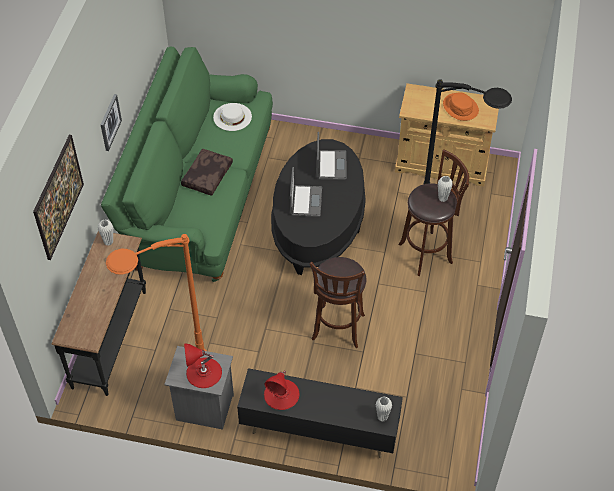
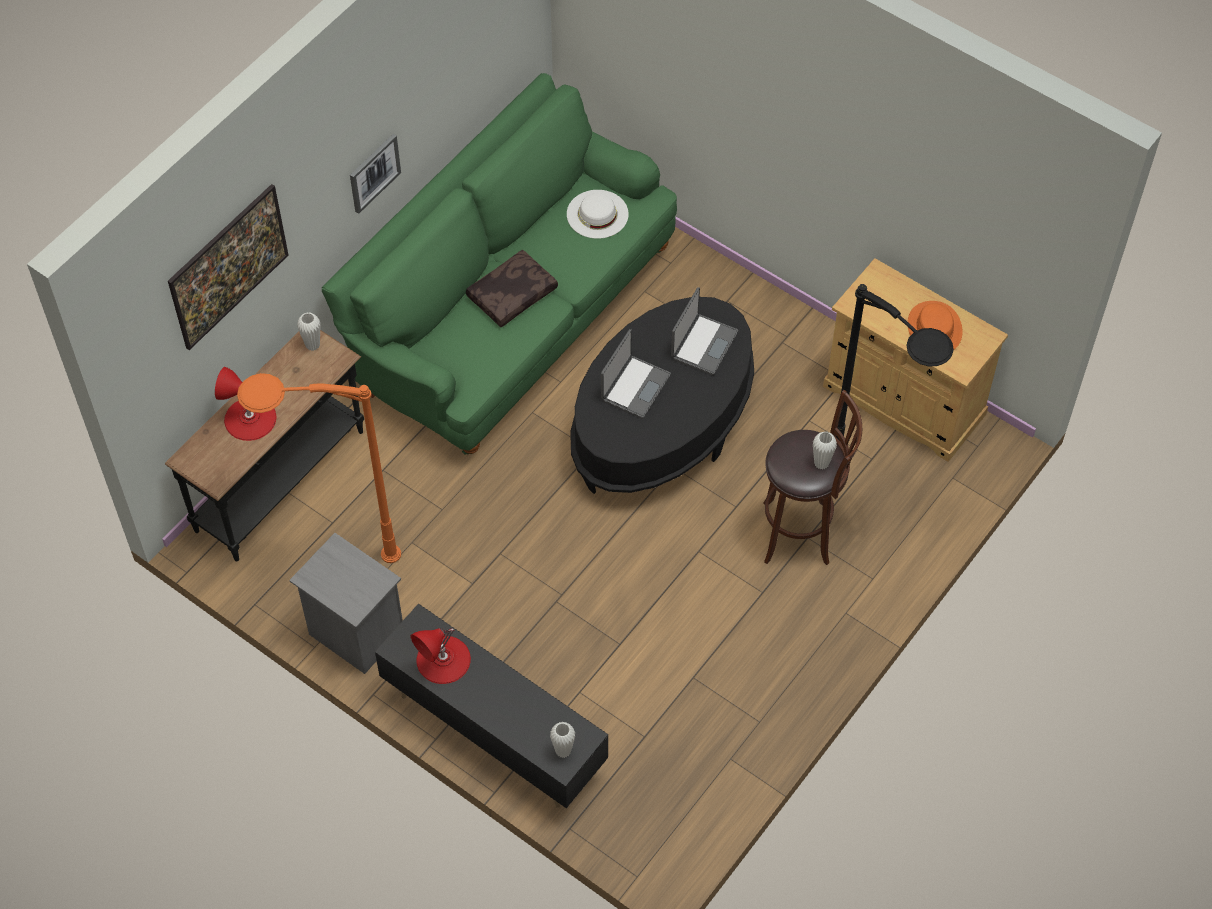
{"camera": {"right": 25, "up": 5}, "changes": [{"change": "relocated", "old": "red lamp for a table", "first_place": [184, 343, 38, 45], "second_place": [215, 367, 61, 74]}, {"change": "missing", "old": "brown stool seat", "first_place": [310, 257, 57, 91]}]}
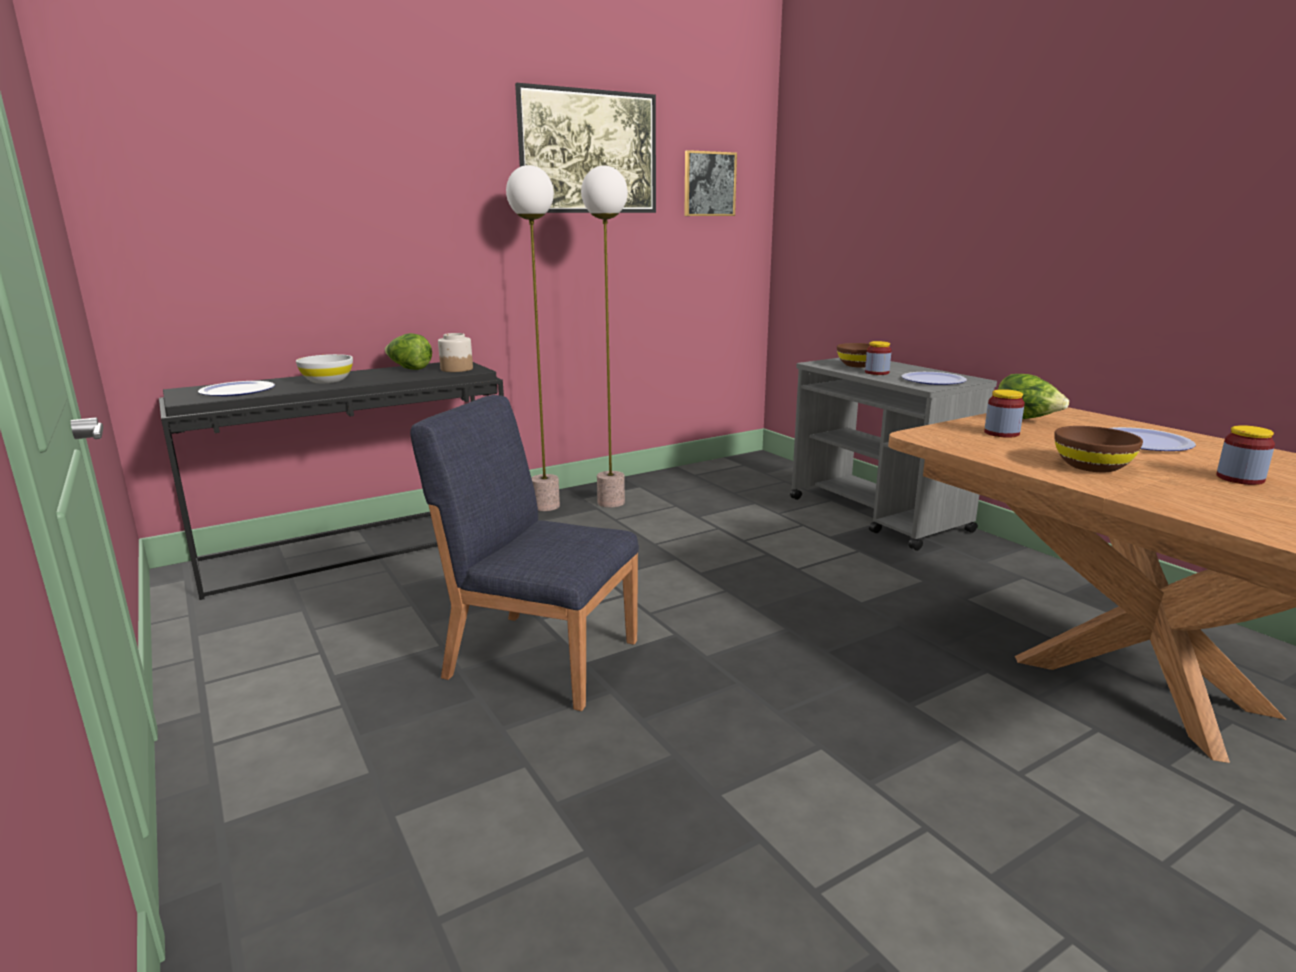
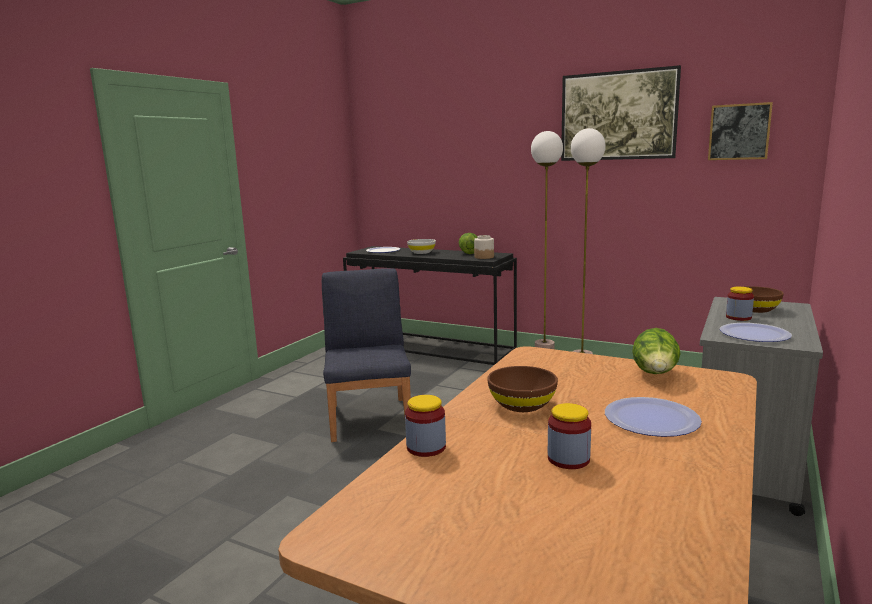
{"camera": {"right": 60, "up": -5}, "changes": [{"change": "relocated", "old": "jar", "first_place": [984, 389, 41, 49], "second_place": [405, 395, 41, 62]}]}
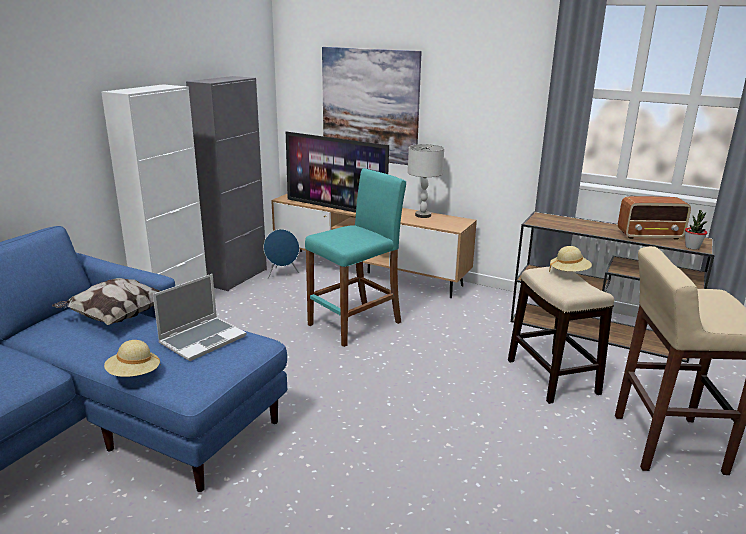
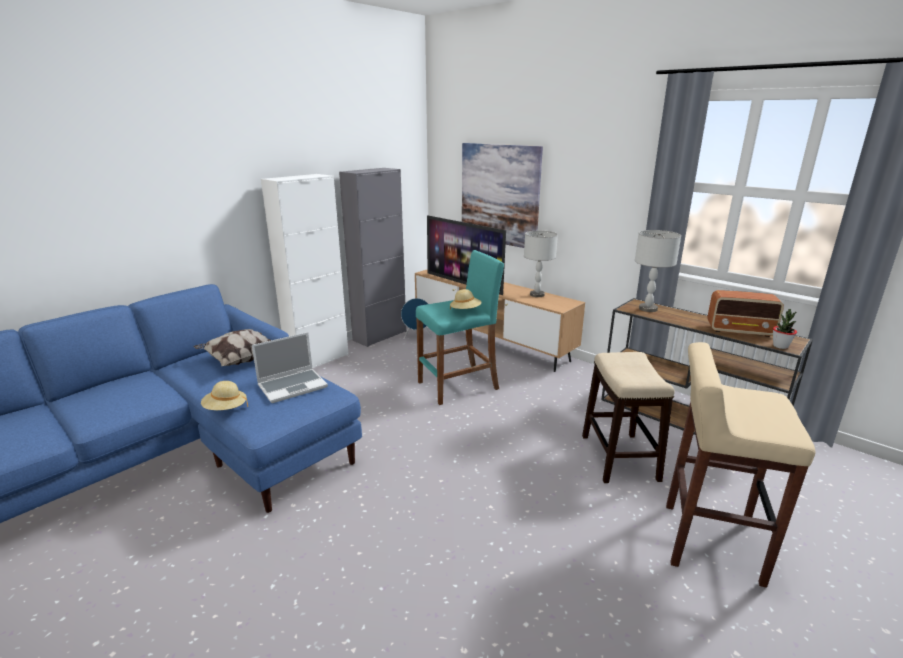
{"camera": {"right": 15, "up": 0}, "changes": [{"change": "relocated", "old": "beige hat", "first_place": [549, 246, 43, 27], "second_place": [450, 289, 32, 21]}, {"change": "appeared", "new": "greyish lamp for a table", "second_place": [635, 230, 46, 82]}]}
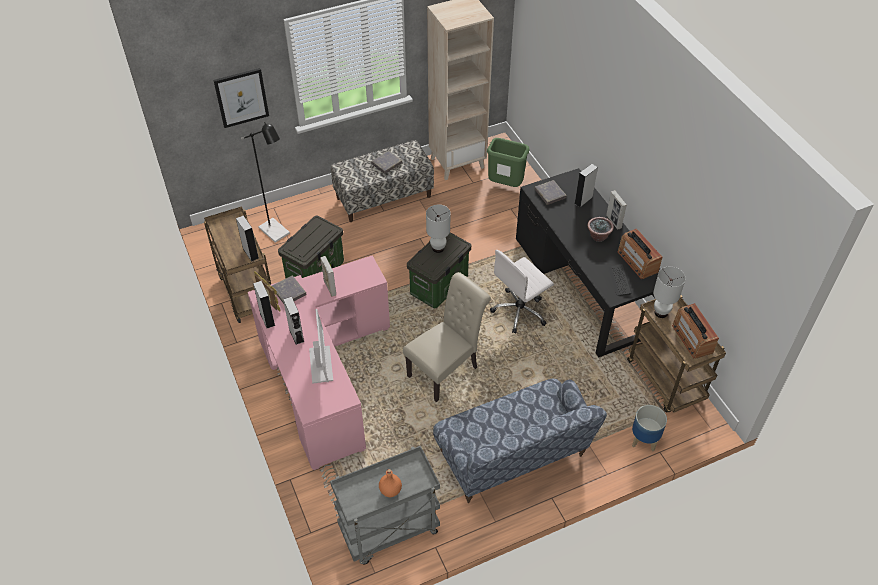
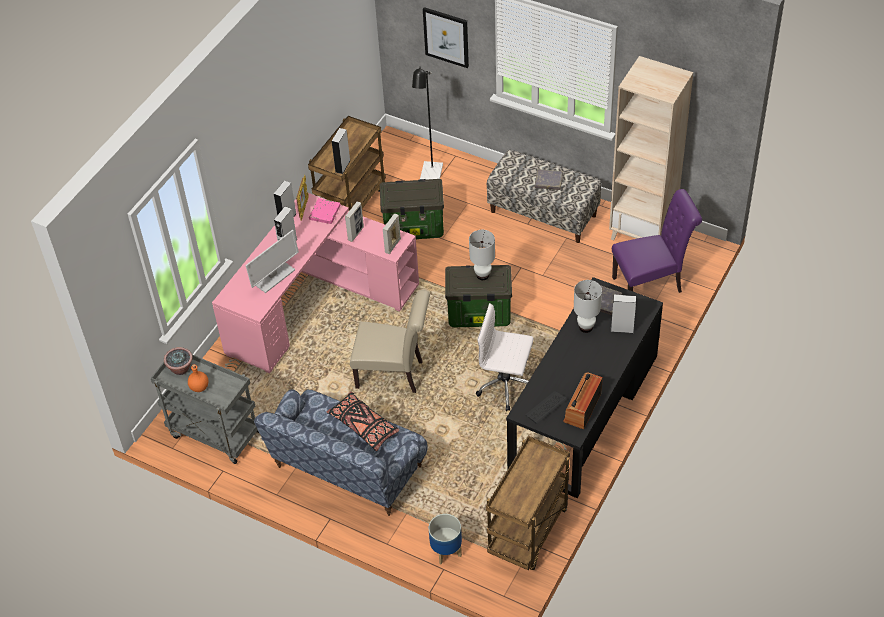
{"camera": {"right": 55, "up": 0}, "changes": [{"change": "colour", "old": "greyish bound book", "new": "pink bound book", "first_place": [272, 276, 34, 28], "second_place": [309, 198, 31, 26]}, {"change": "exchanged", "old": "green-coloured trash can", "new": "purple-coloured chair", "first_place": [487, 138, 43, 49], "second_place": [612, 189, 90, 104]}, {"change": "relocated", "old": "plant in a pot", "first_place": [588, 217, 26, 25], "second_place": [164, 347, 29, 28]}, {"change": "relocated", "old": "standing frame", "first_place": [606, 190, 21, 40], "second_place": [383, 214, 18, 40]}, {"change": "relocated", "old": "whitish lamp for a table", "first_place": [653, 267, 33, 51], "second_place": [574, 280, 28, 53]}, {"change": "missing", "old": "radio", "first_place": [672, 303, 47, 56]}, {"change": "appeared", "new": "blackish cushion", "second_place": [326, 391, 73, 60]}]}
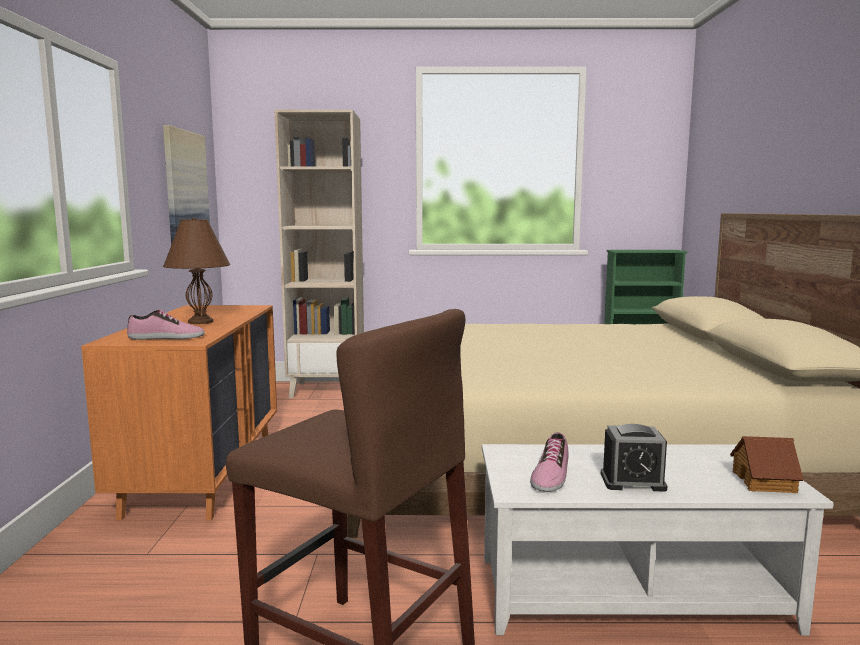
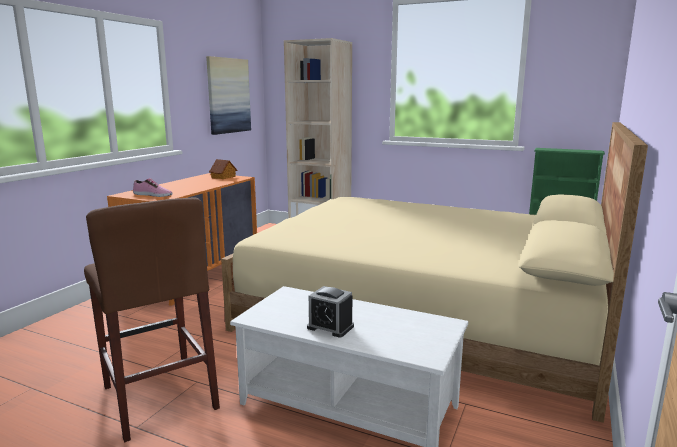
{"camera": {"right": 25, "up": 5}, "changes": [{"change": "missing", "old": "brown lamp for a table", "first_place": [163, 217, 67, 107]}, {"change": "missing", "old": "item of footwear", "first_place": [530, 432, 38, 60]}, {"change": "relocated", "old": "miniature house", "first_place": [730, 436, 74, 57], "second_place": [209, 159, 29, 20]}]}
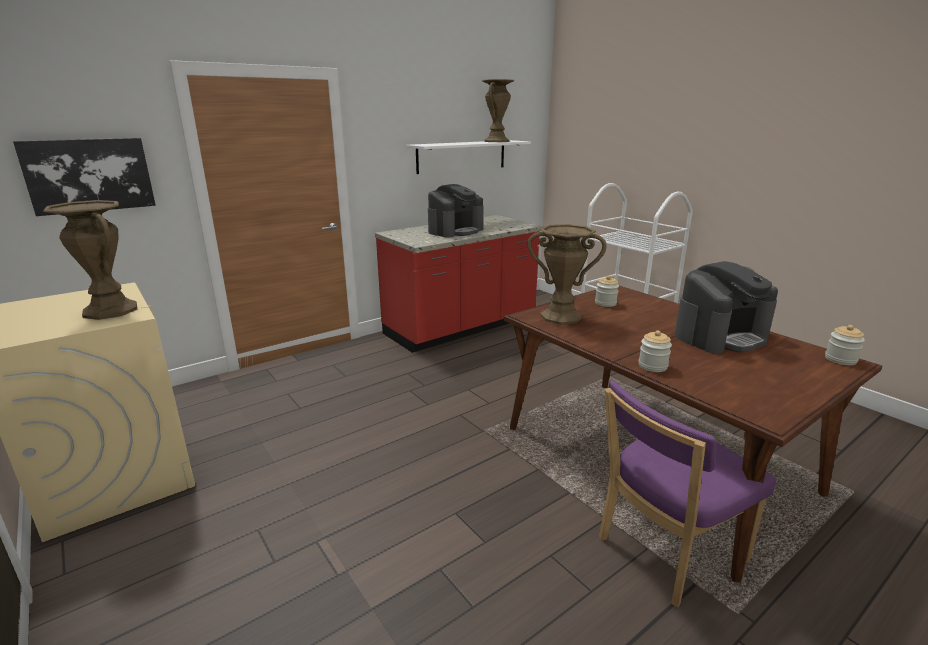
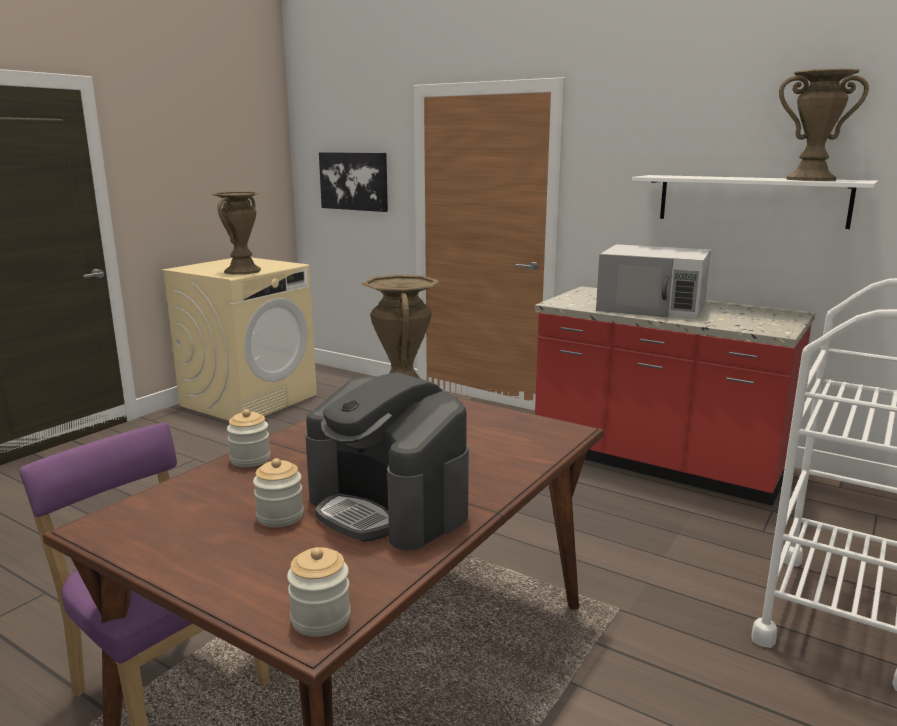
{"camera": {"right": 70, "up": -5}, "changes": [{"change": "exchanged", "old": "coffee maker", "new": "whitish microwave oven", "first_place": [428, 184, 56, 54], "second_place": [596, 244, 115, 75]}, {"change": "relocated", "old": "jar", "first_place": [595, 275, 24, 32], "second_place": [253, 458, 51, 69]}]}
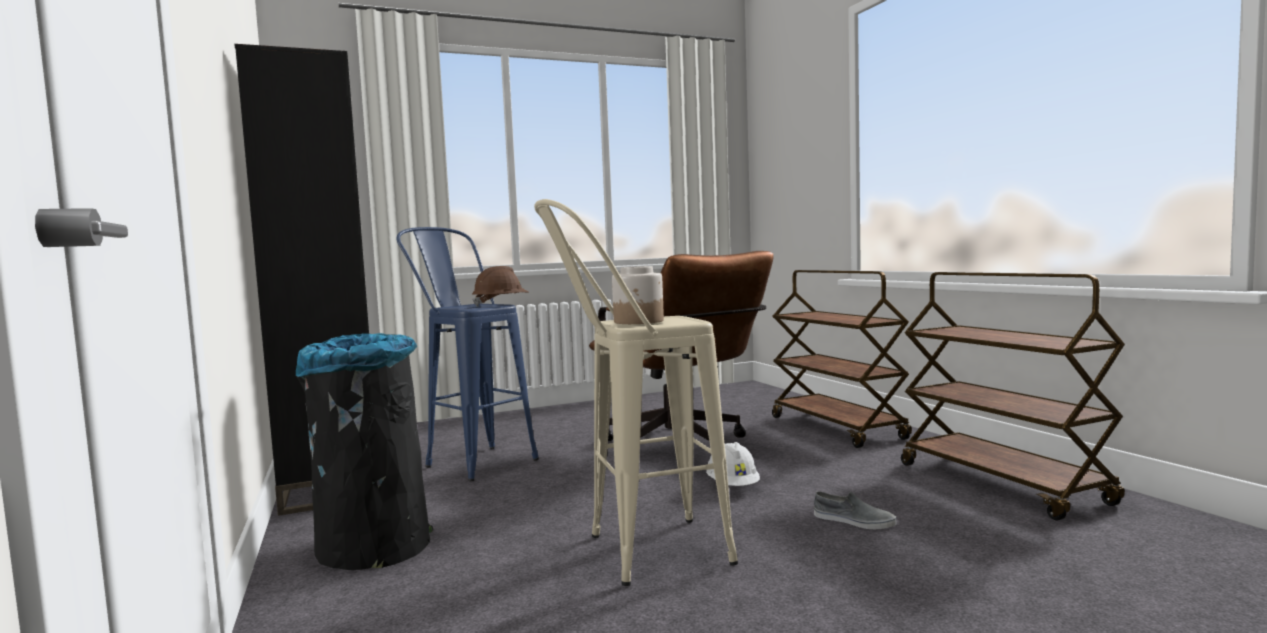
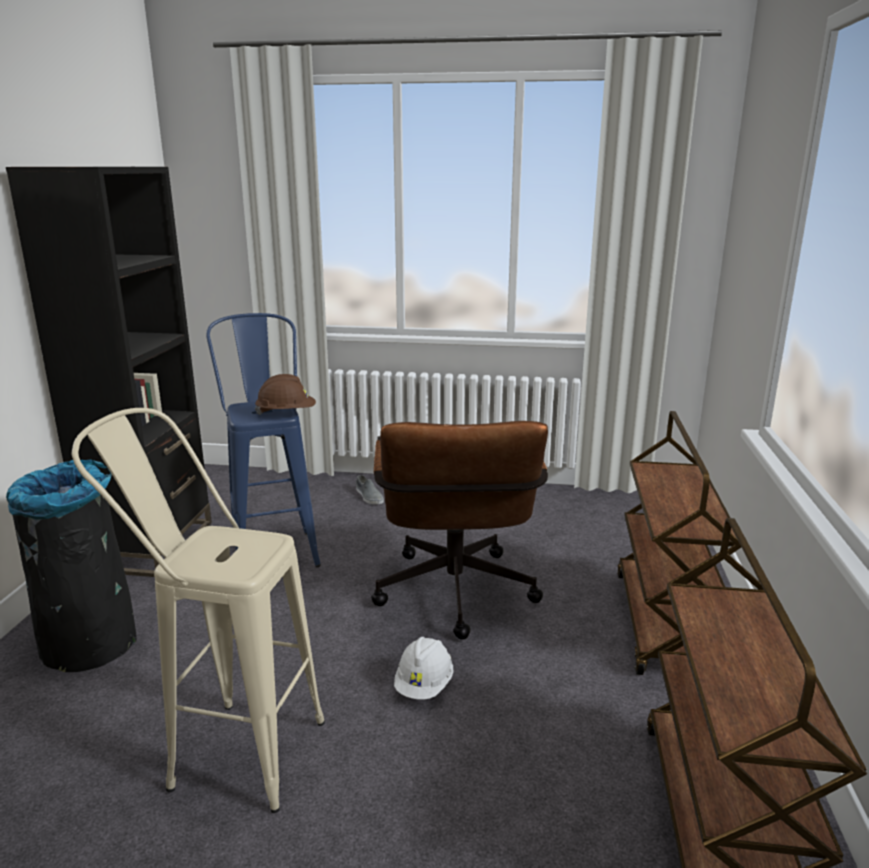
{"camera": {"right": 30, "up": 15}, "changes": [{"change": "missing", "old": "jar", "first_place": [612, 266, 52, 58]}, {"change": "relocated", "old": "greyish item of footwear", "first_place": [814, 491, 82, 38], "second_place": [356, 475, 28, 29]}]}
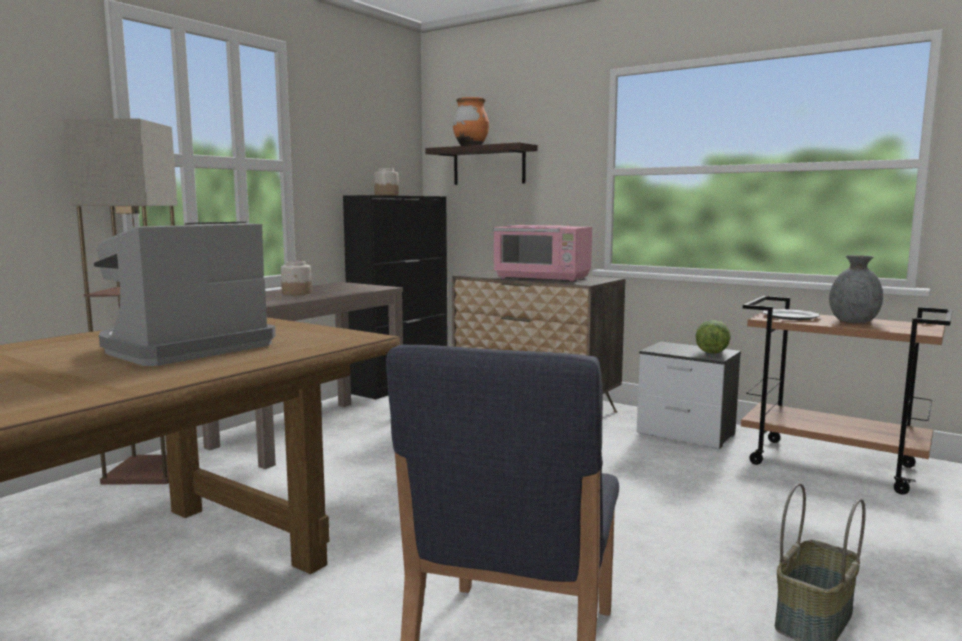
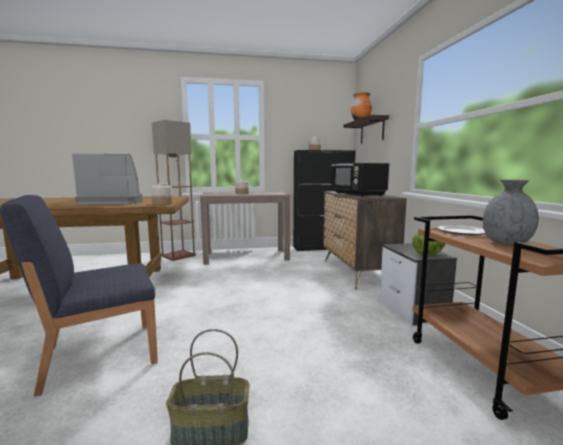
{"camera": {"right": 45, "up": 0}, "changes": [{"change": "colour", "old": "pink microwave oven", "new": "blackish microwave oven", "first_place": [493, 225, 99, 57], "second_place": [331, 163, 58, 34]}, {"change": "appeared", "new": "jar", "second_place": [151, 183, 21, 22]}]}
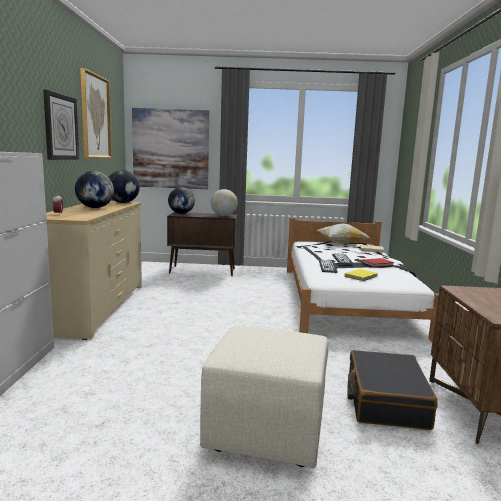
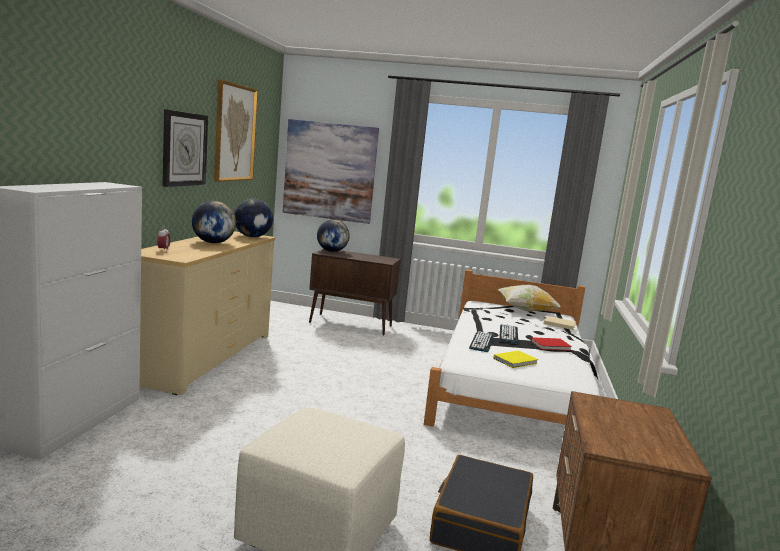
{"camera": {"right": 10, "up": 0}, "changes": [{"change": "missing", "old": "globe", "first_place": [211, 189, 27, 27]}]}
